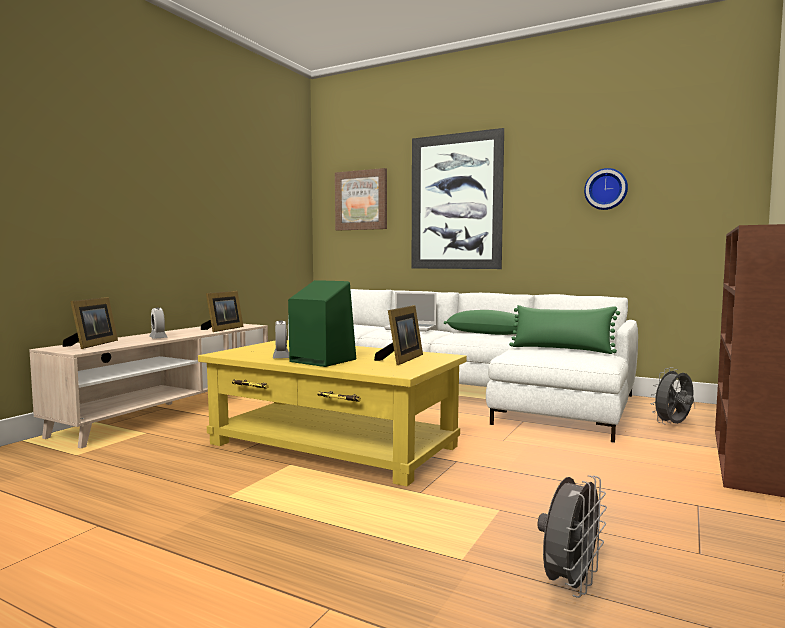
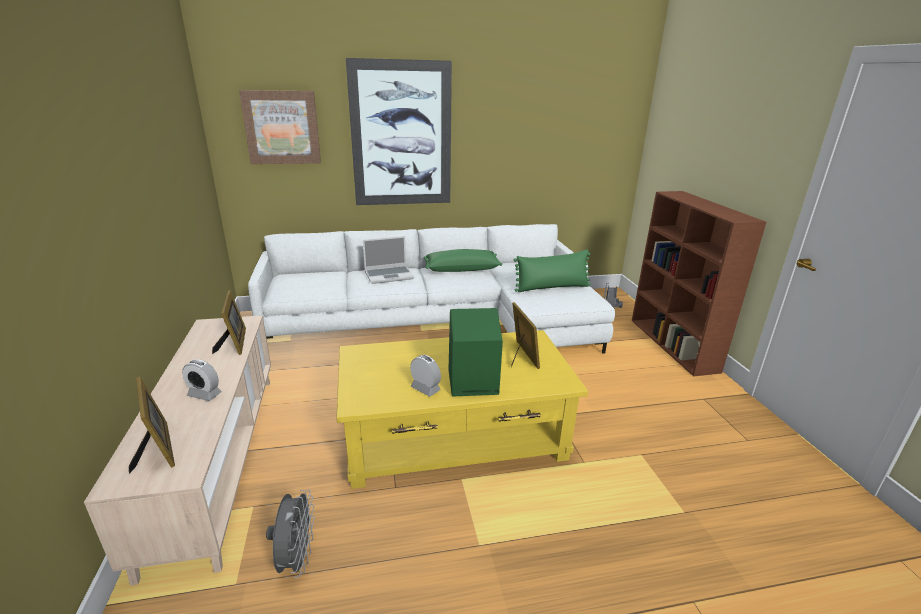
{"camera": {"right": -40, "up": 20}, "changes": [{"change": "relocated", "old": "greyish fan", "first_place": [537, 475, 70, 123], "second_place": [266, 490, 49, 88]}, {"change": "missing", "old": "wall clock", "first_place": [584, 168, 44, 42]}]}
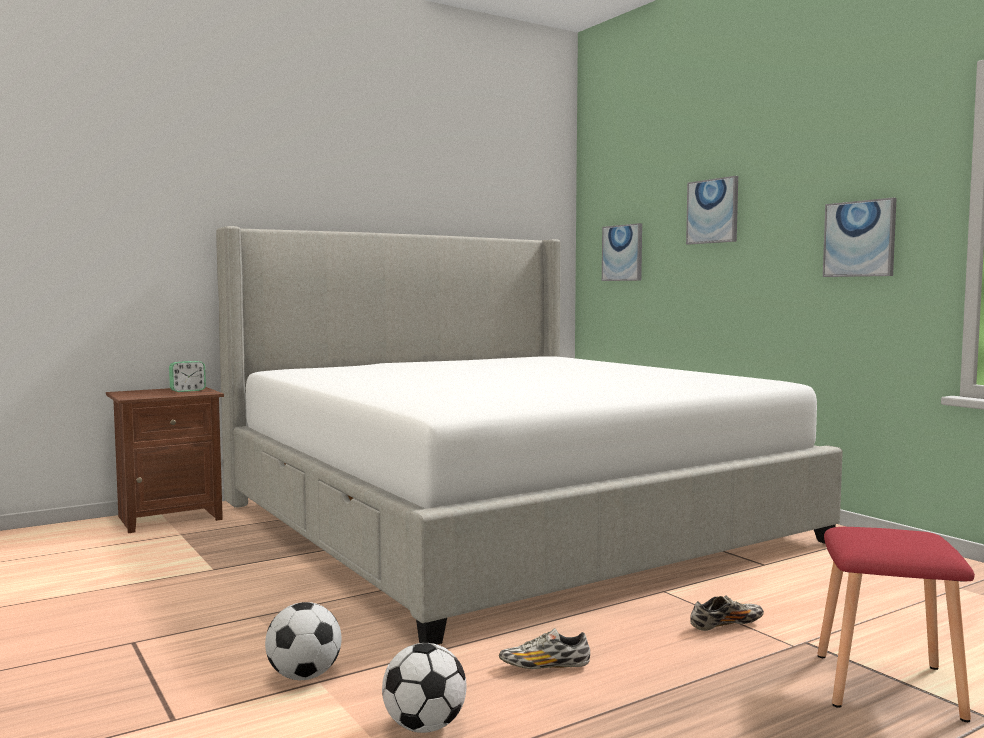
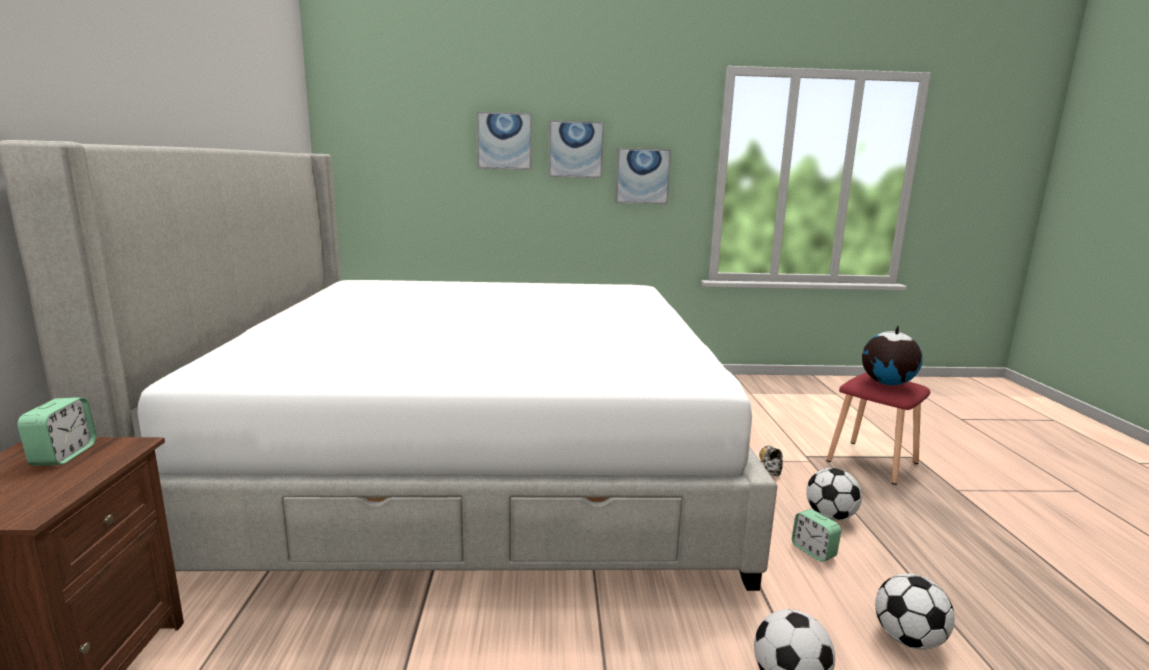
{"camera": {"right": -60, "up": 10}, "changes": [{"change": "exchanged", "old": "item of footwear", "new": "table clock", "first_place": [499, 628, 91, 41], "second_place": [792, 509, 49, 53]}, {"change": "relocated", "old": "picture", "first_place": [602, 223, 40, 58], "second_place": [549, 121, 55, 57]}, {"change": "appeared", "new": "football ball", "second_place": [806, 468, 56, 53]}, {"change": "appeared", "new": "globe", "second_place": [862, 326, 61, 59]}]}
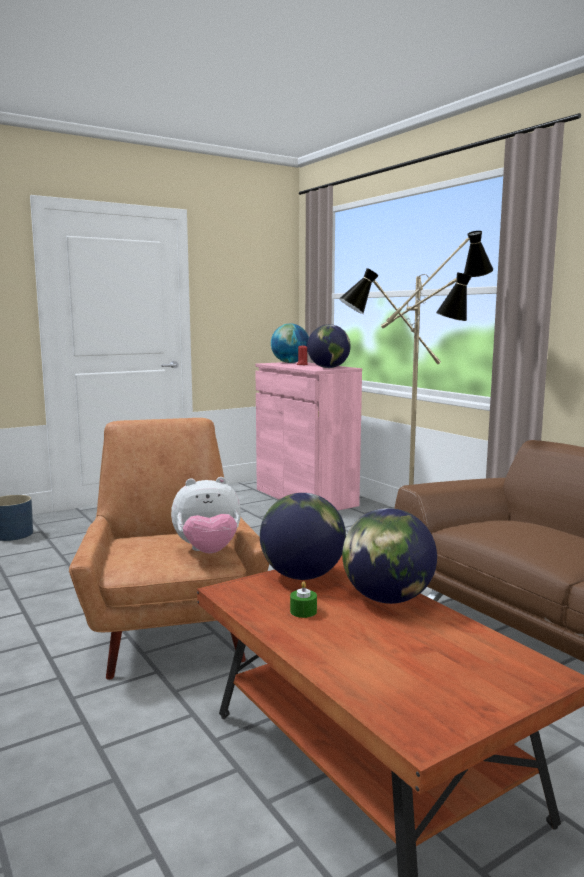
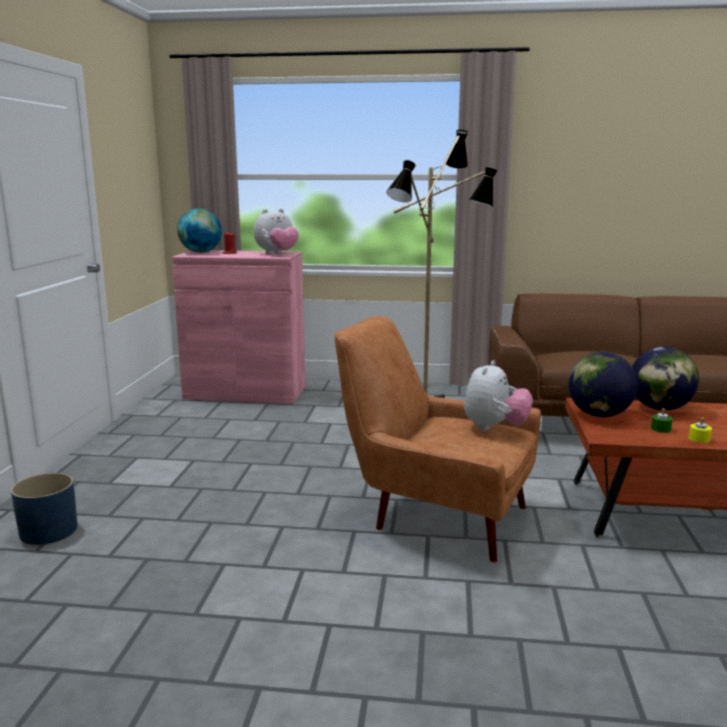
{"camera": {"right": -50, "up": 5}, "changes": [{"change": "exchanged", "old": "globe", "new": "soft toy", "first_place": [307, 324, 44, 44], "second_place": [254, 209, 45, 45]}, {"change": "appeared", "new": "yellow-coloured wax candle", "second_place": [689, 417, 23, 26]}]}
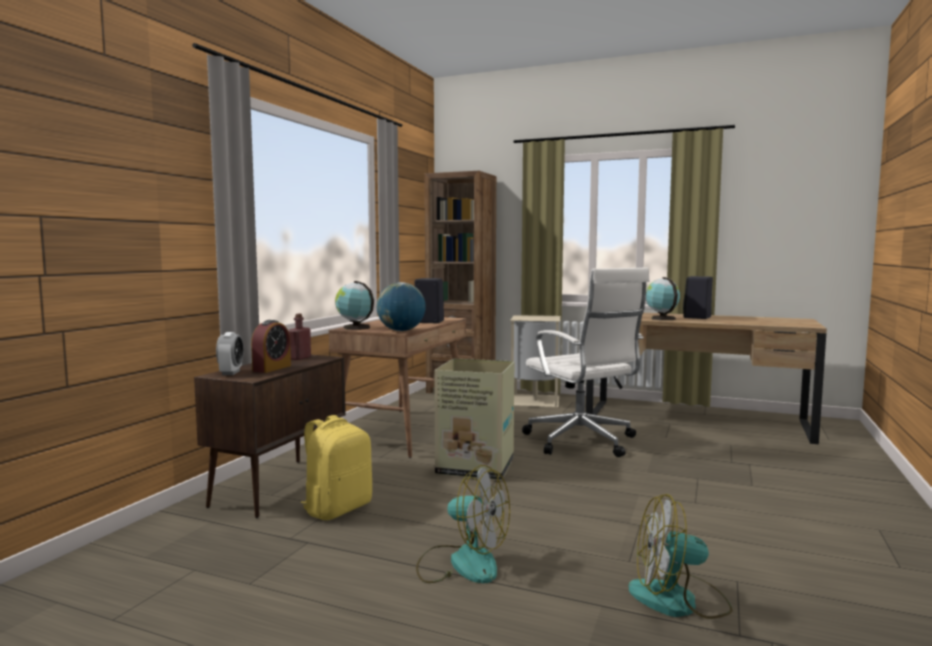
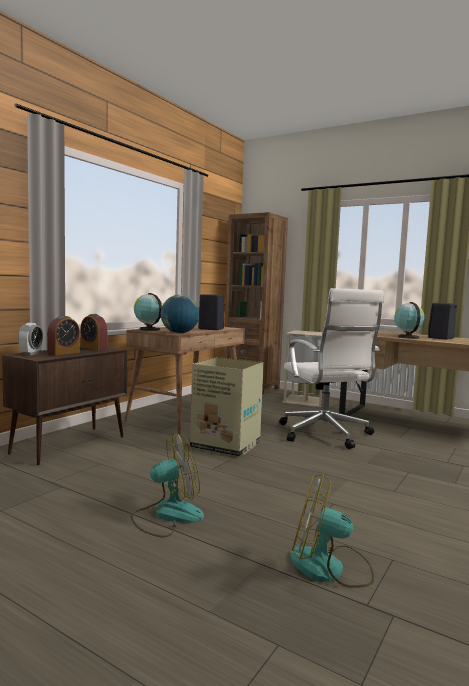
{"camera": {"right": 10, "up": 0}, "changes": [{"change": "exchanged", "old": "red drink bottle", "new": "table clock", "first_place": [288, 314, 23, 46], "second_place": [80, 314, 27, 36]}, {"change": "missing", "old": "yellow-coloured rucksack", "first_place": [300, 415, 72, 105]}, {"change": "spun", "old": "fan", "first_place": [416, 465, 94, 118], "second_place": [131, 433, 73, 104], "degrees": -60}]}
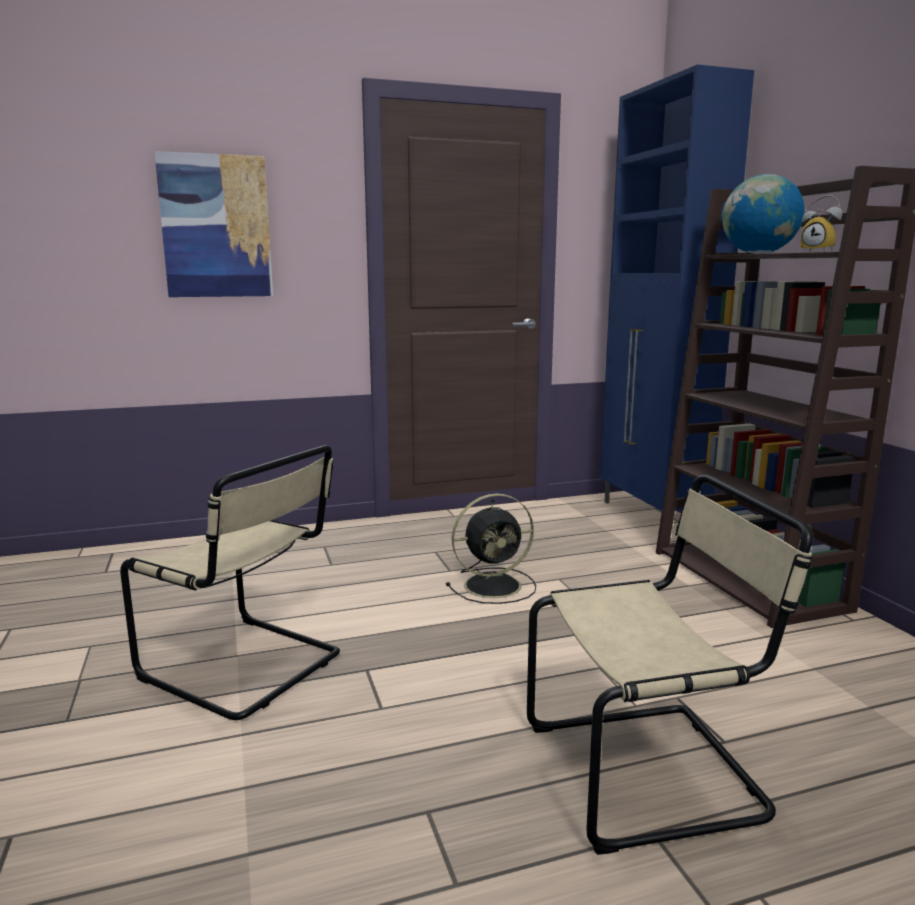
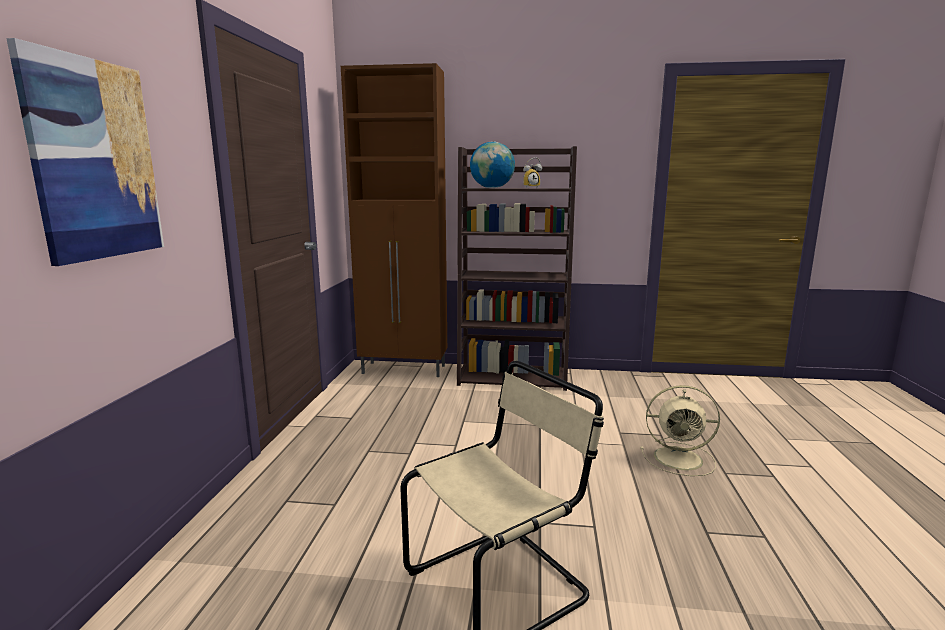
{"camera": {"right": -65, "up": 0}, "changes": [{"change": "missing", "old": "blackish fan", "first_place": [446, 493, 90, 111]}, {"change": "exchanged", "old": "beige chair", "new": "beige fan", "first_place": [527, 474, 286, 381], "second_place": [640, 385, 80, 91]}, {"change": "colour", "old": "blue cupboard", "new": "brown cupboard", "first_place": [600, 65, 154, 446], "second_place": [341, 63, 106, 314]}]}
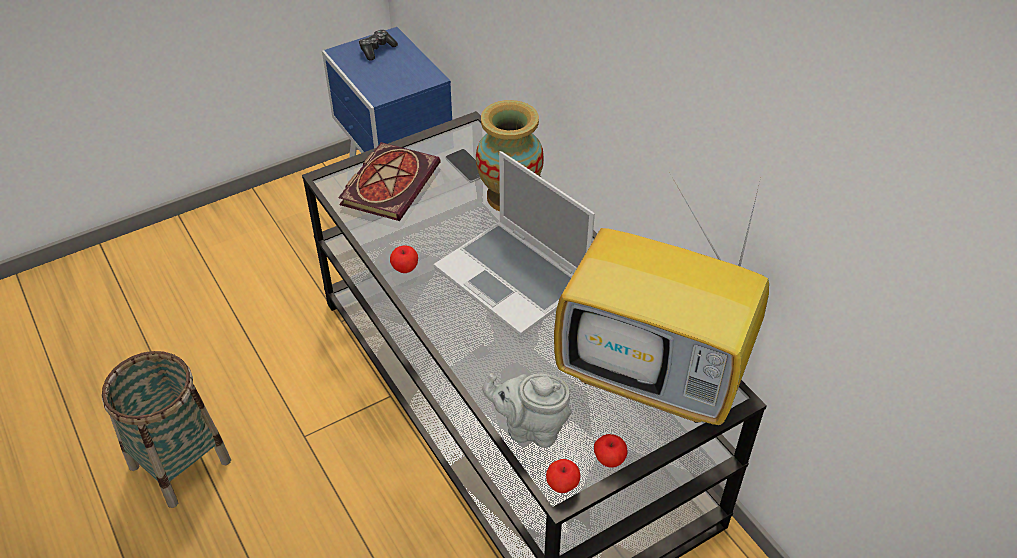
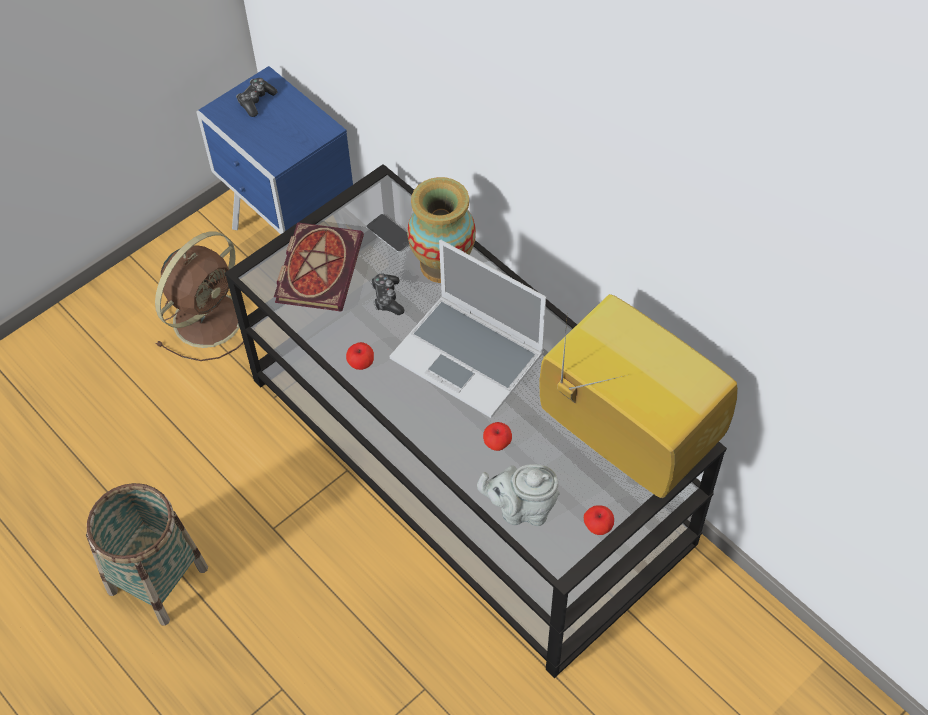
{"camera": {"right": -10, "up": 10}, "changes": [{"change": "relocated", "old": "apple fruit", "first_place": [546, 459, 35, 34], "second_place": [483, 422, 29, 29]}, {"change": "spun", "old": "TV set", "first_place": [554, 178, 215, 247], "second_place": [540, 294, 198, 204], "degrees": -150}, {"change": "appeared", "new": "brown fan", "second_place": [155, 232, 104, 129]}, {"change": "appeared", "new": "gamepad", "second_place": [371, 274, 33, 41]}]}
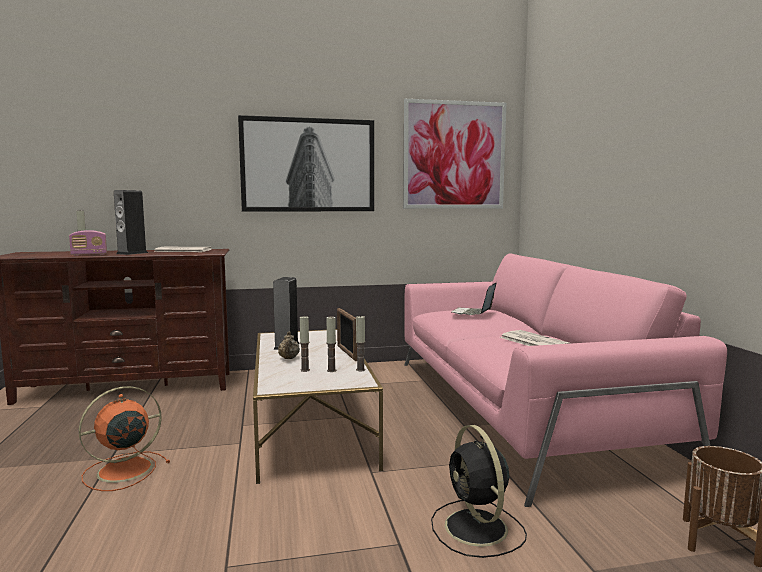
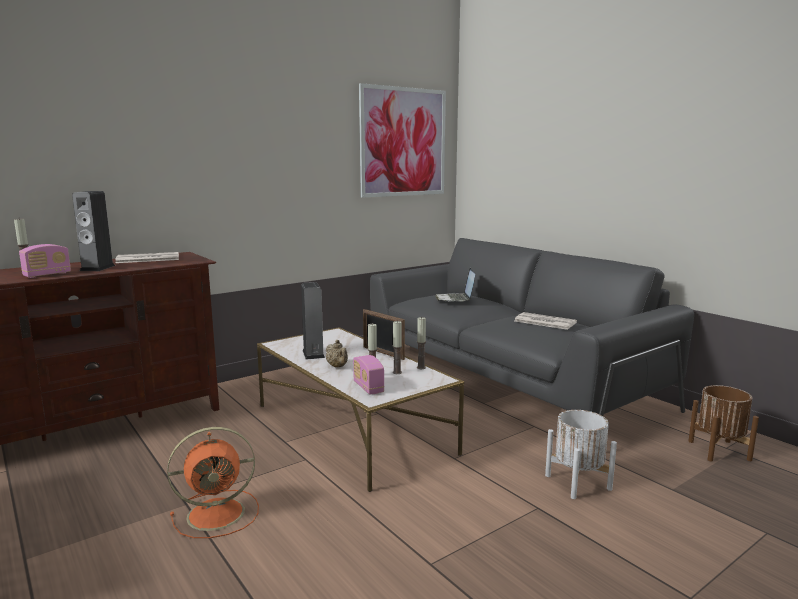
{"camera": {"right": -25, "up": 5}, "changes": [{"change": "spun", "old": "orangey fan", "first_place": [79, 386, 91, 105], "second_place": [167, 427, 92, 111], "degrees": -135}, {"change": "missing", "old": "picture", "first_place": [238, 115, 136, 97]}, {"change": "colour", "old": "pink settee", "new": "greyish settee", "first_place": [404, 253, 323, 254], "second_place": [370, 238, 324, 178]}, {"change": "exchanged", "old": "blackish fan", "new": "whitish plant pot", "first_place": [431, 425, 96, 133], "second_place": [545, 410, 72, 89]}, {"change": "appeared", "new": "radio", "second_place": [353, 355, 32, 40]}]}
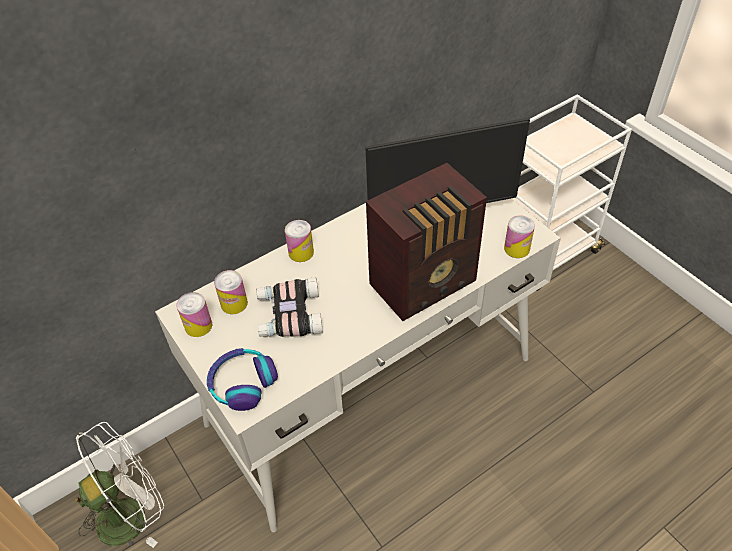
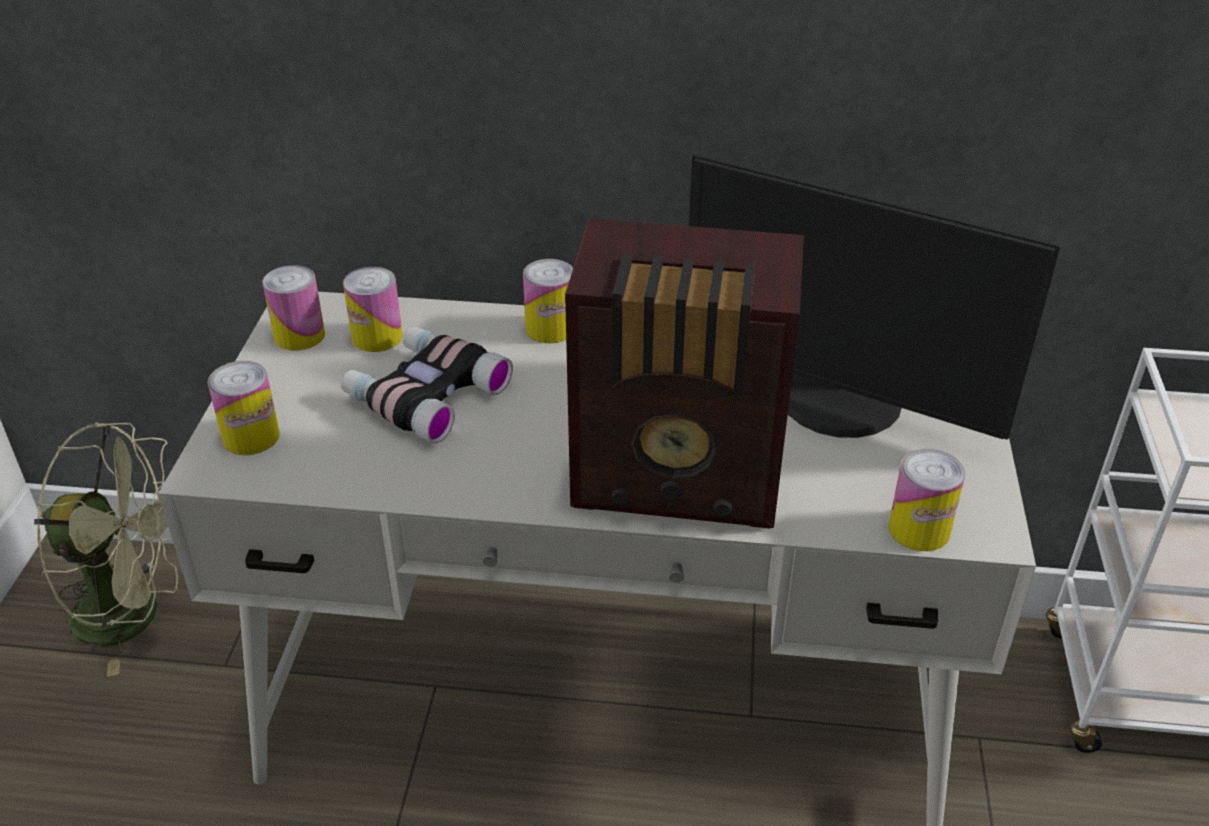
{"camera": {"right": 40, "up": -10}, "changes": [{"change": "colour", "old": "whitish fan", "new": "green-coloured fan", "first_place": [75, 422, 89, 126], "second_place": [34, 422, 144, 255]}, {"change": "exchanged", "old": "pair of headphones", "new": "sealed can", "first_place": [207, 348, 71, 63], "second_place": [208, 361, 72, 94]}]}
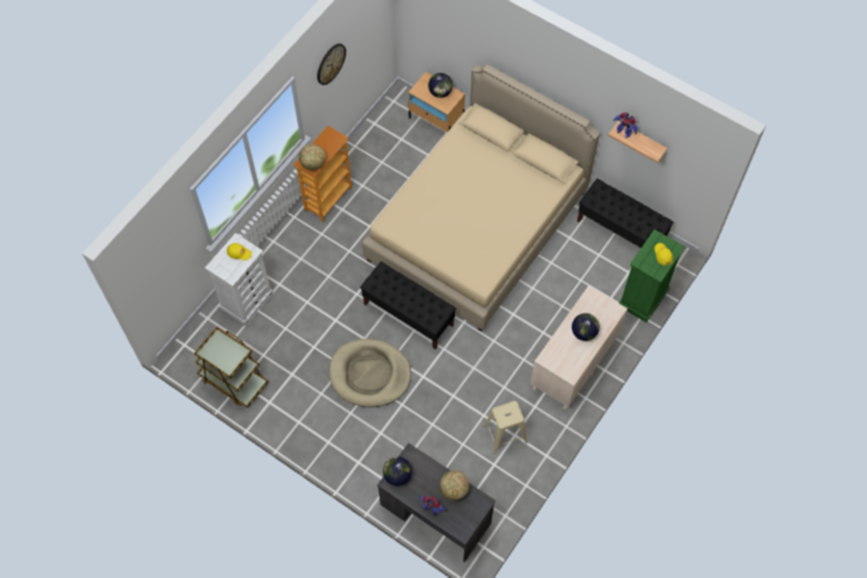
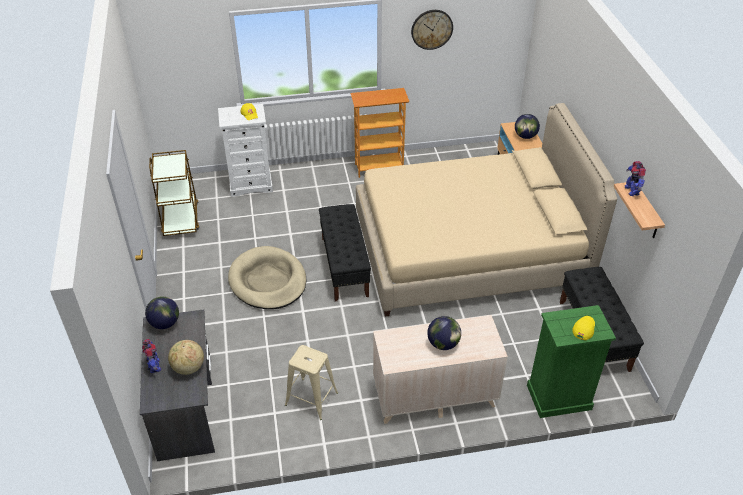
{"camera": {"right": 45, "up": -20}, "changes": [{"change": "missing", "old": "globe", "first_place": [299, 144, 27, 27]}]}
